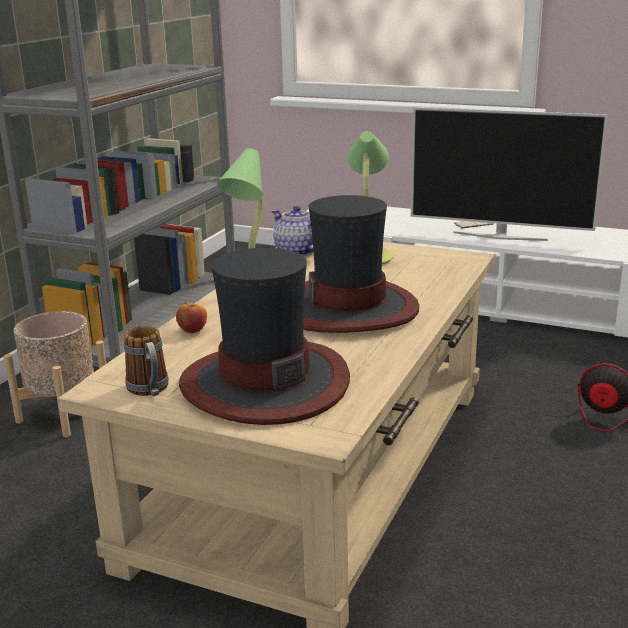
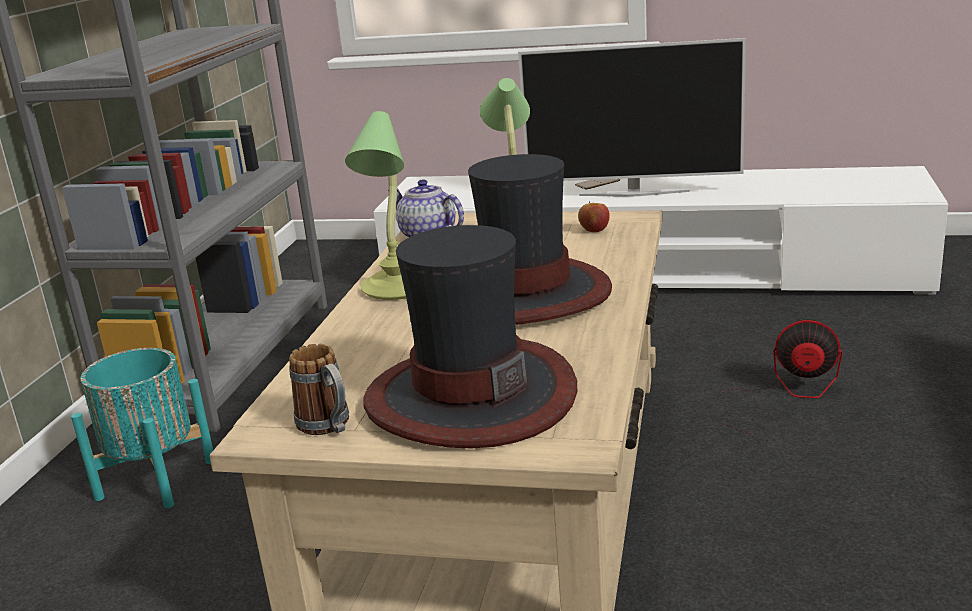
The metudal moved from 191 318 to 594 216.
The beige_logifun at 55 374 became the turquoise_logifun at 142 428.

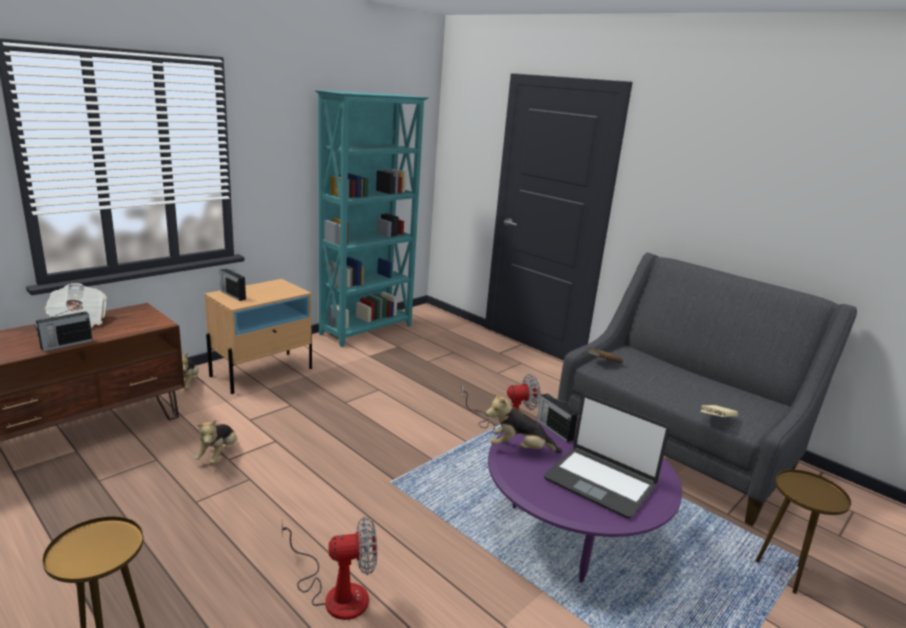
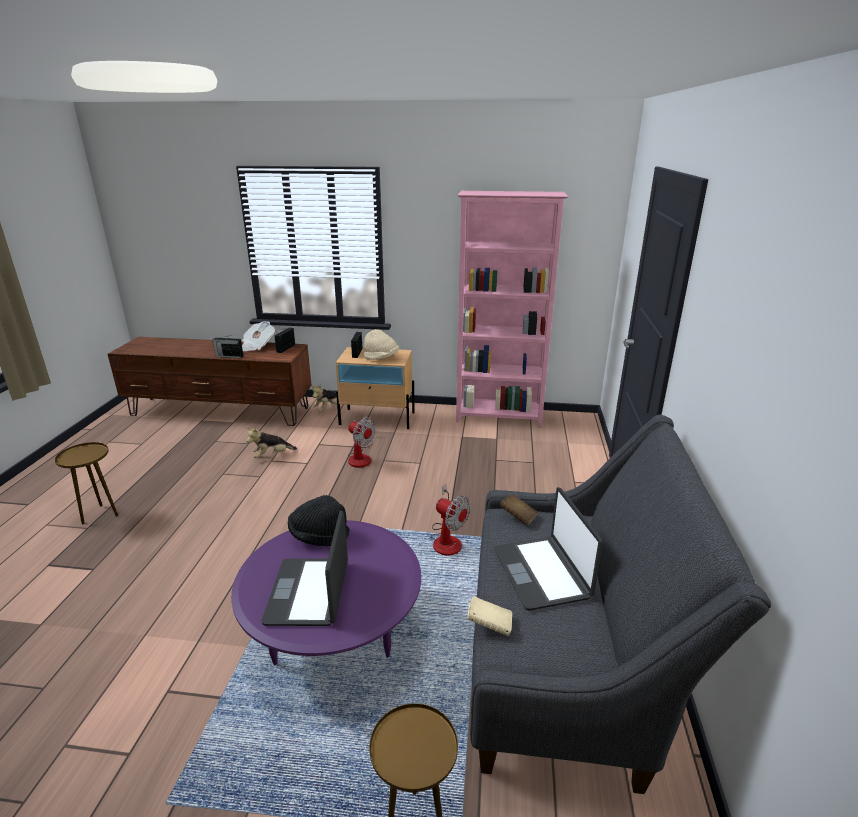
The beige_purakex at 381 344 appeared.
The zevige at 548 549 appeared.
The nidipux moved from 329 568 to 362 442.
The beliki moved from 557 417 to 284 340.
The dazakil at 524 422 was replaced by the black_purakex at 319 520.
The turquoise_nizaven at 372 218 became the pink_nizaven at 512 309.

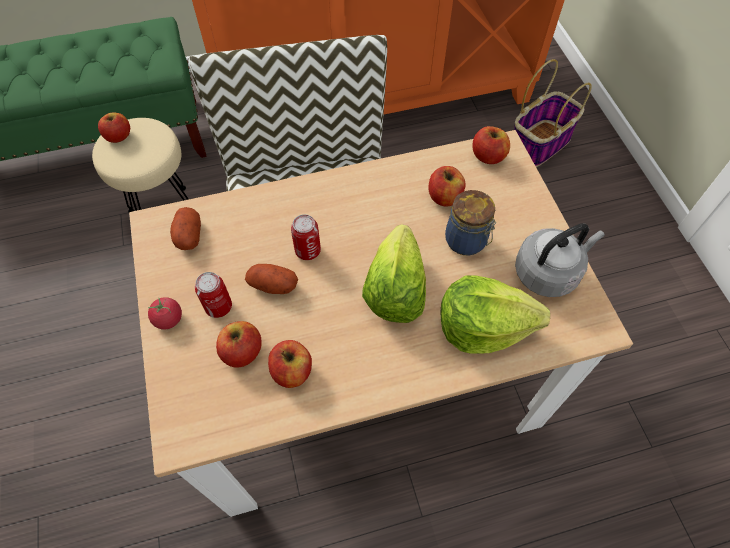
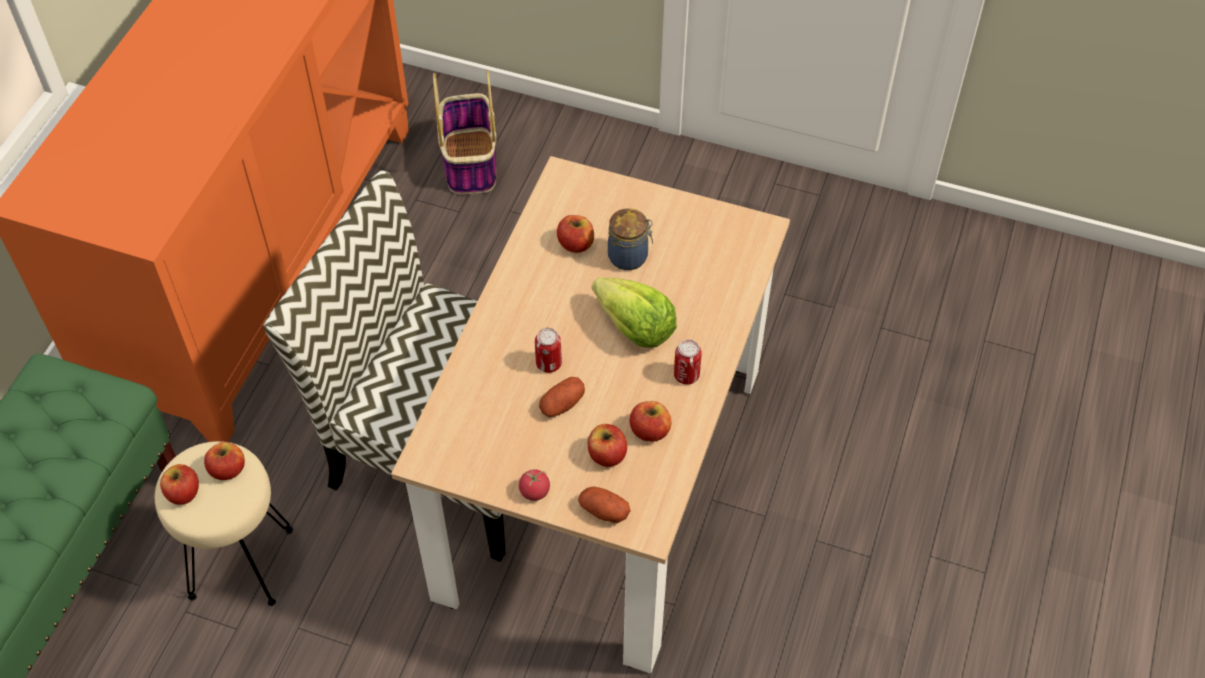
The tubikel at 495 314 disappeared.
The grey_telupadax at 560 260 disappeared.
The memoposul moved from 185 228 to 604 504.
The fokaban moved from 213 295 to 688 362.
The metudal moved from 491 145 to 224 461.

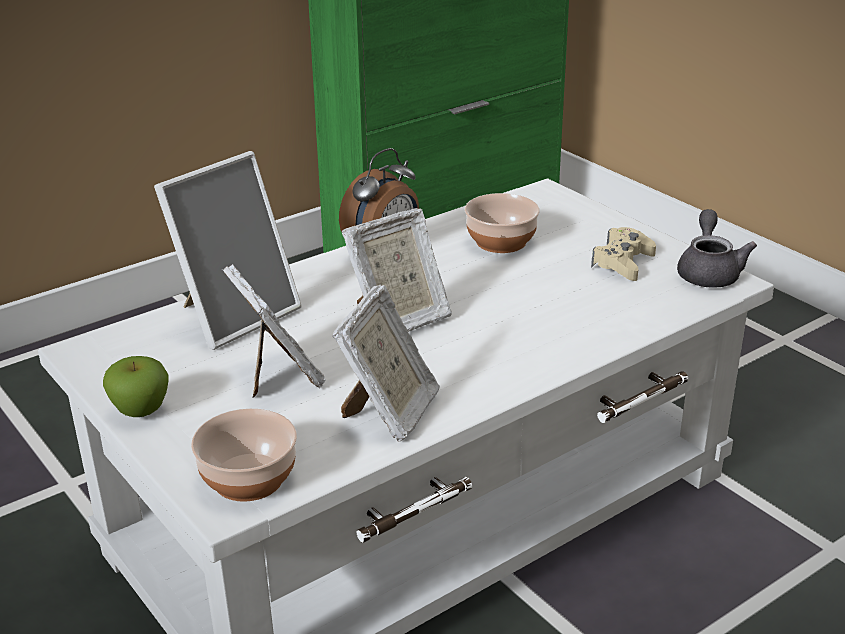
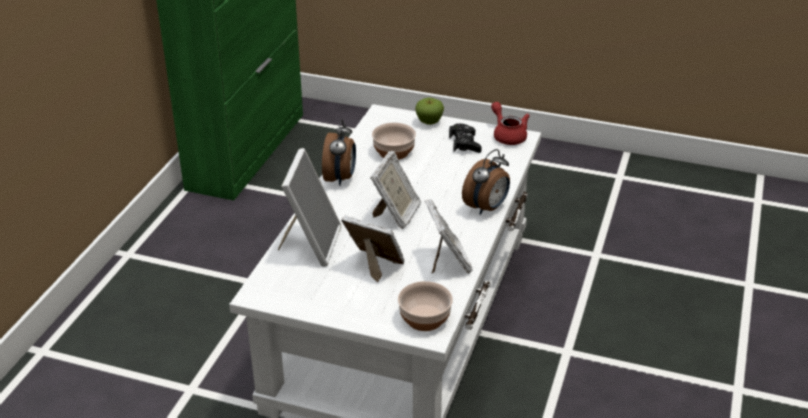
The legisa at 486 182 appeared.
The metudal moved from 136 386 to 429 111.
The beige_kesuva at 623 254 became the black_kesuva at 465 138.
The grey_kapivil at 717 248 became the red_kapivil at 510 123.

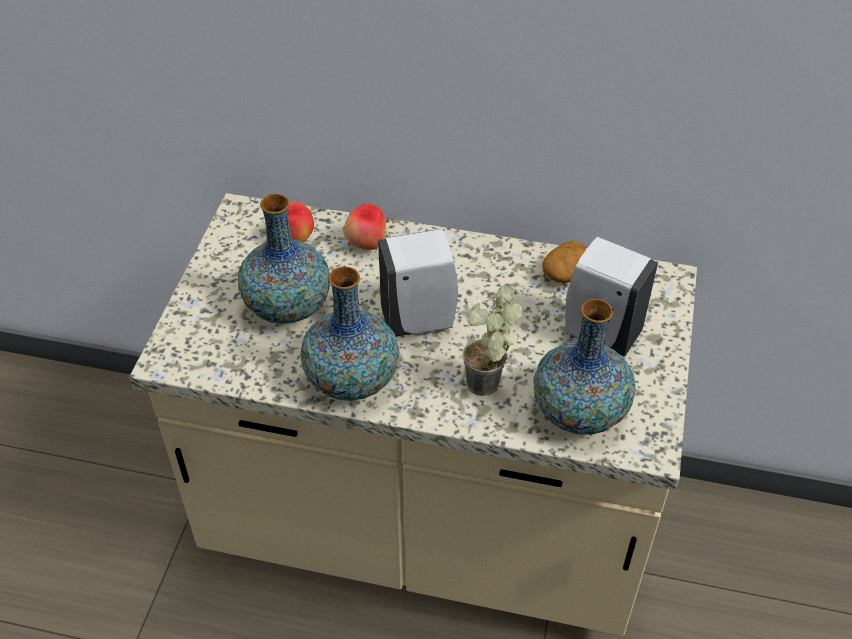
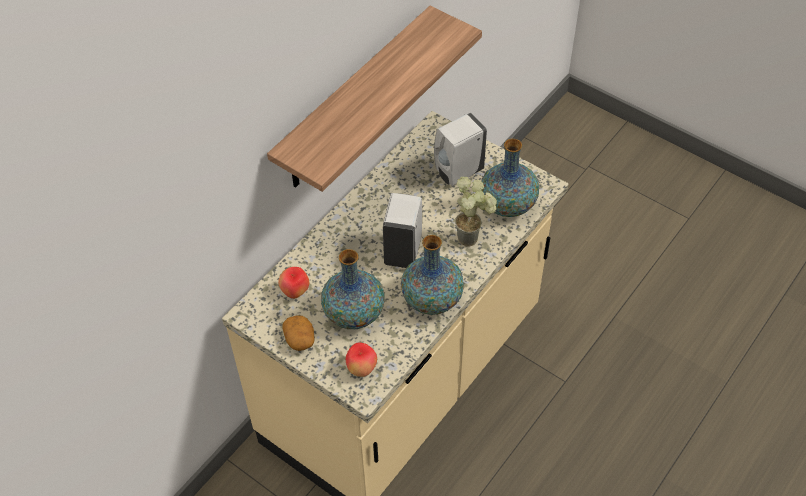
The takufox at 374 99 appeared.
The metudal moved from 365 227 to 361 359.
The memoposul moved from 564 262 to 299 333.

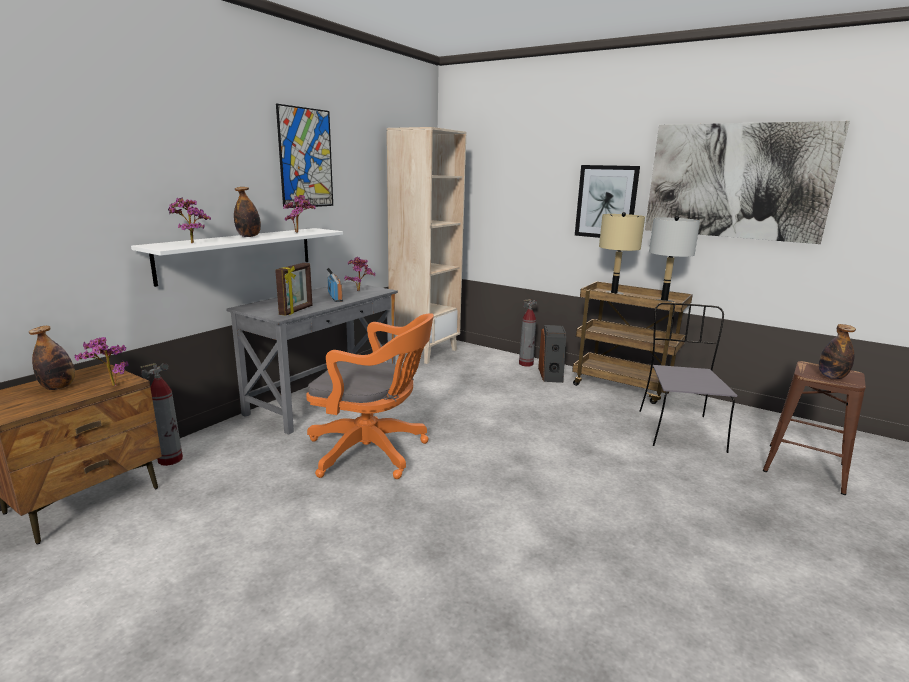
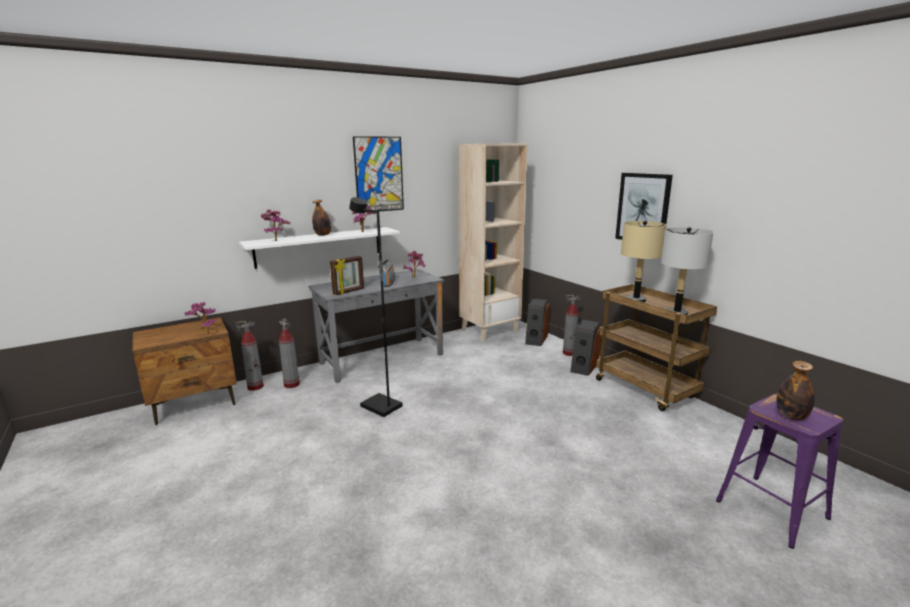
The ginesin at 52 358 disappeared.
The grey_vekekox at 688 378 disappeared.
The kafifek at 747 182 disappeared.
The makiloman at 289 353 appeared.
The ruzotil at 537 322 appeared.
The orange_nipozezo at 370 396 was replaced by the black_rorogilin at 376 307.
The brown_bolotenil at 814 428 became the purple_bolotenil at 779 471.

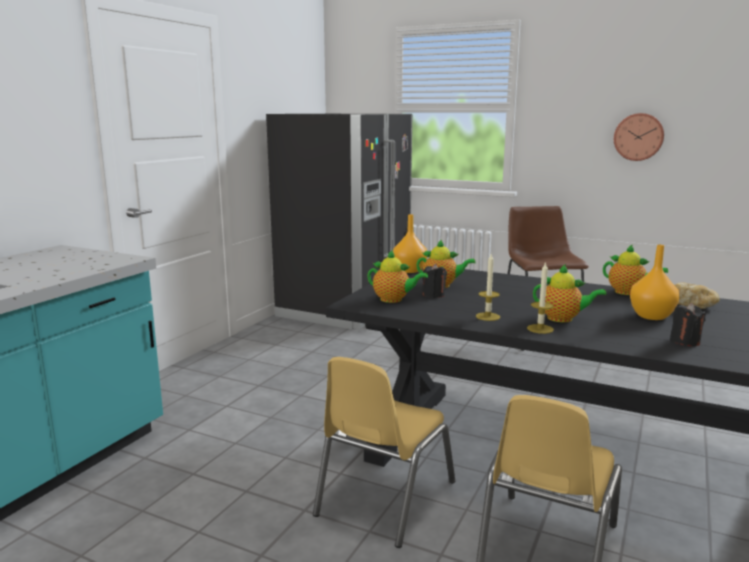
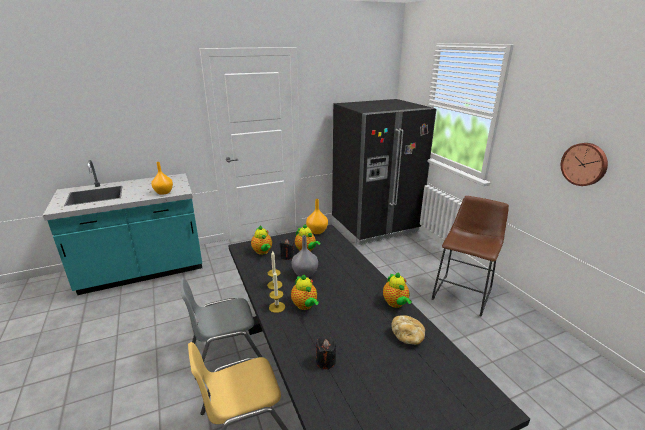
The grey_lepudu at 305 256 appeared.
The orange_lepudu moved from 654 282 to 162 178.
The yellow_vekekox at 384 452 became the grey_vekekox at 221 320.

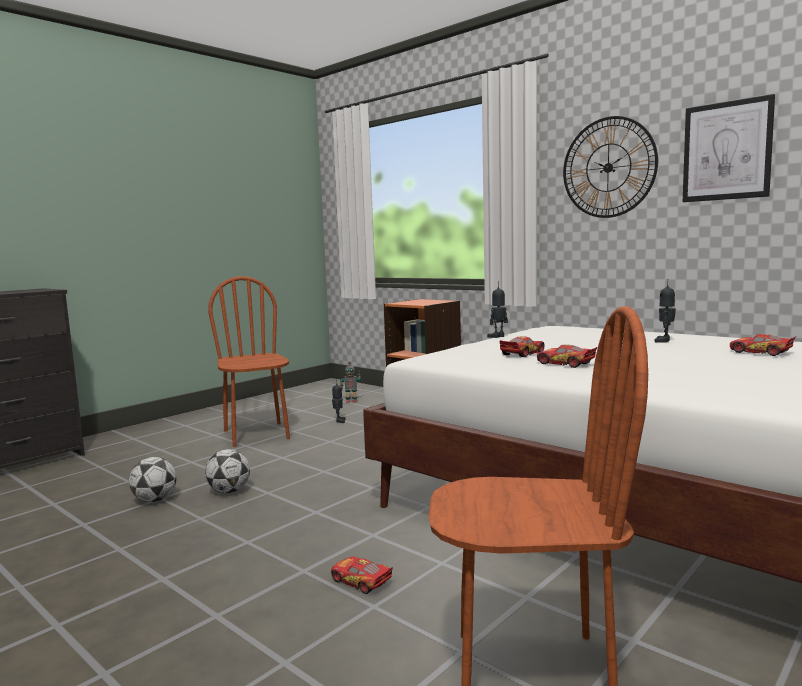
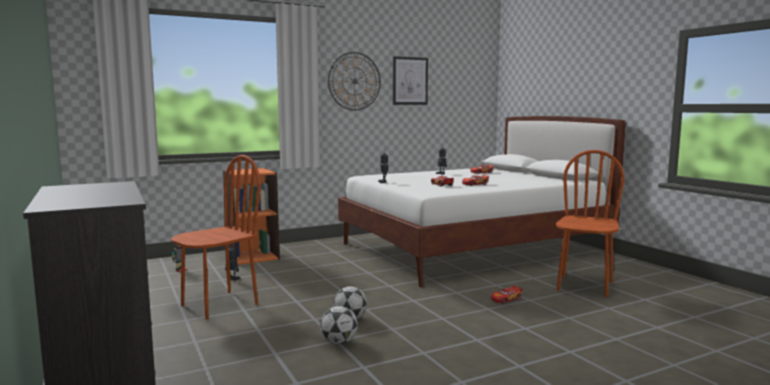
The brown_vekekox at 249 361 turned 135 degrees clockwise.

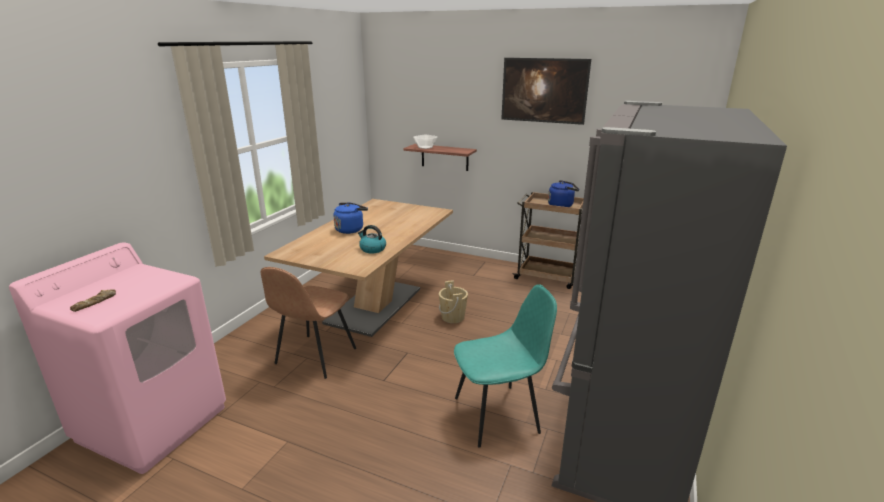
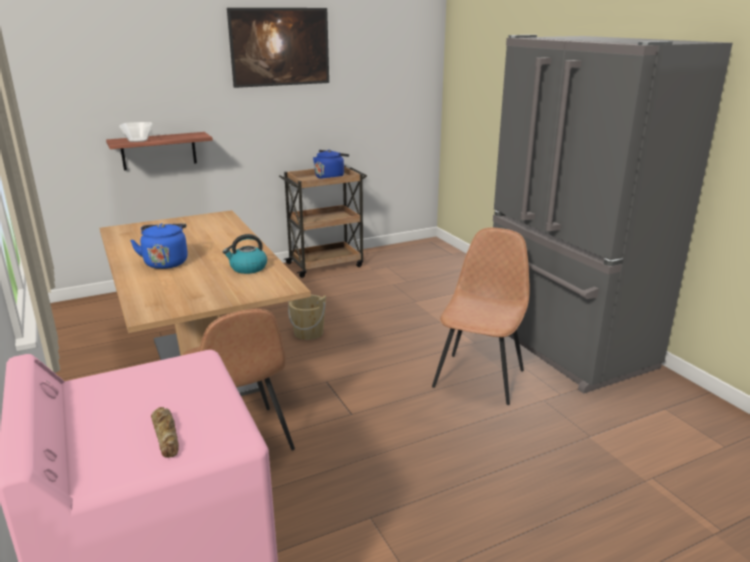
The turquoise_vekekox at 505 366 became the brown_vekekox at 481 316.

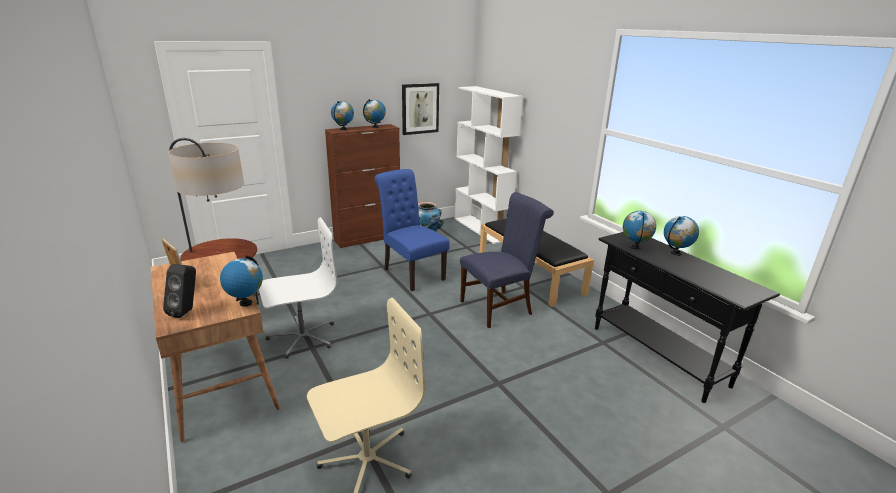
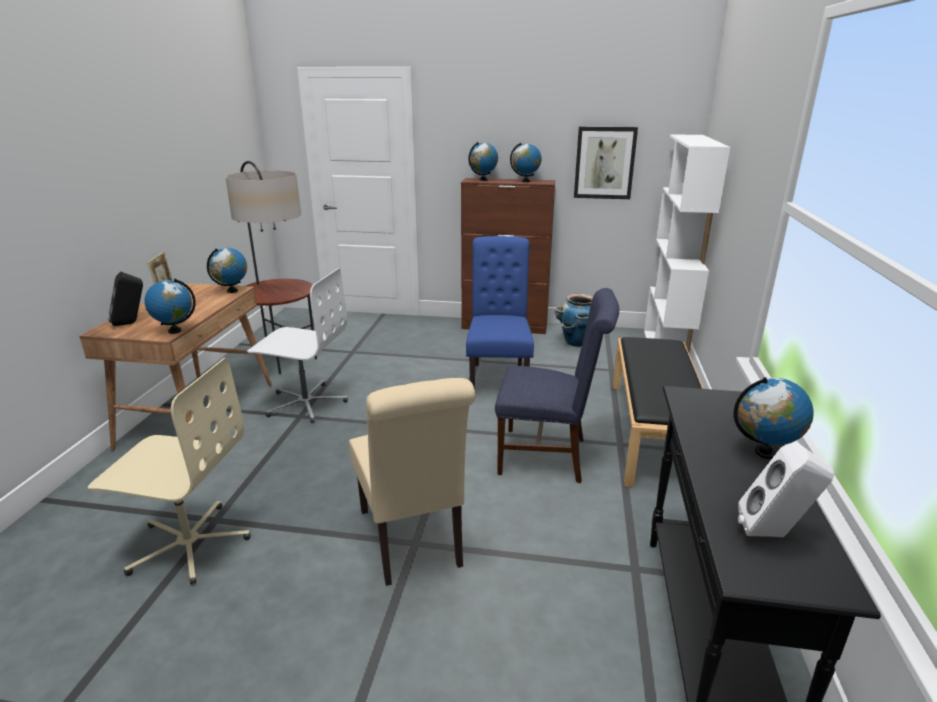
The beige_vekekox at 412 482 appeared.
The white_ruzotil at 786 489 appeared.
The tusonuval moved from 639 230 to 227 270.

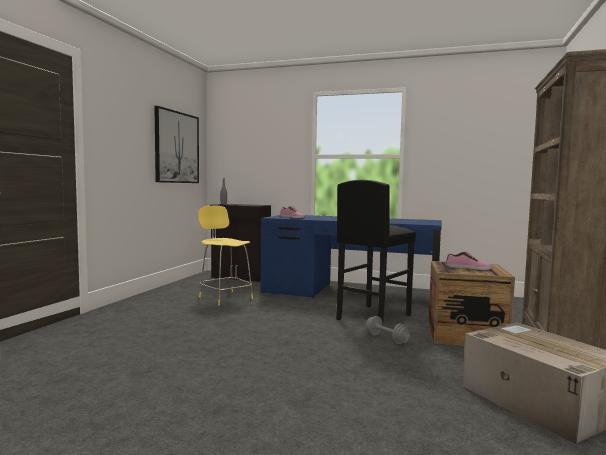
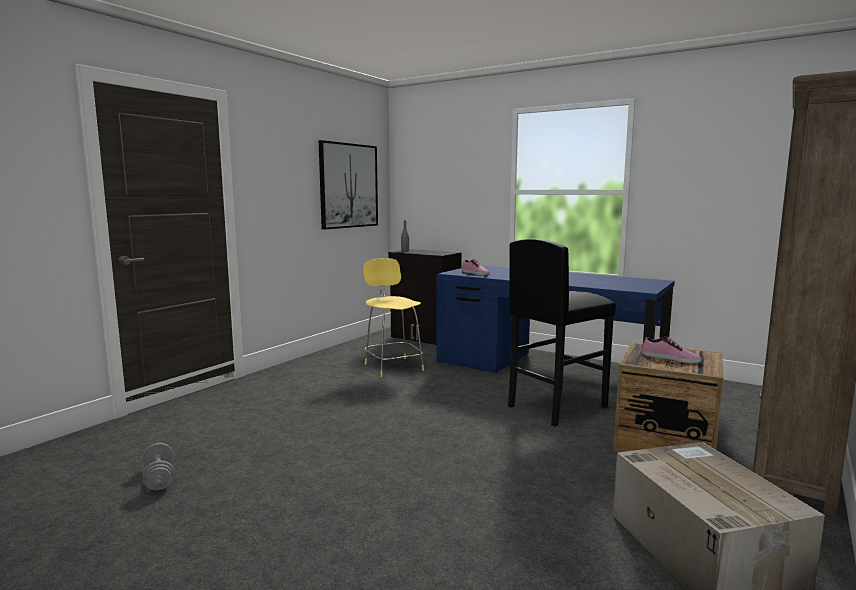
The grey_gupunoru moved from 388 330 to 158 466.

